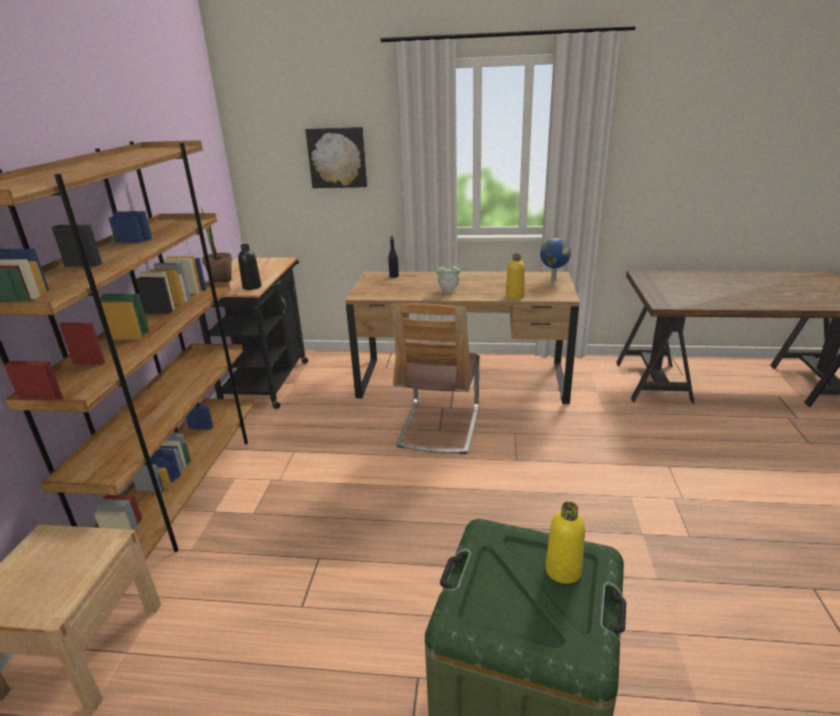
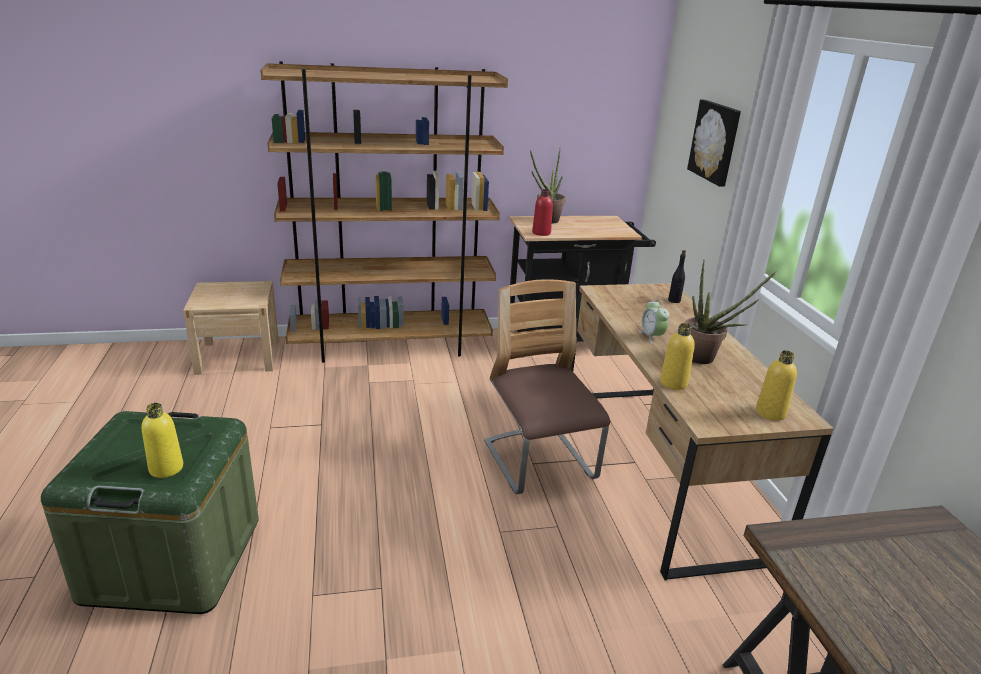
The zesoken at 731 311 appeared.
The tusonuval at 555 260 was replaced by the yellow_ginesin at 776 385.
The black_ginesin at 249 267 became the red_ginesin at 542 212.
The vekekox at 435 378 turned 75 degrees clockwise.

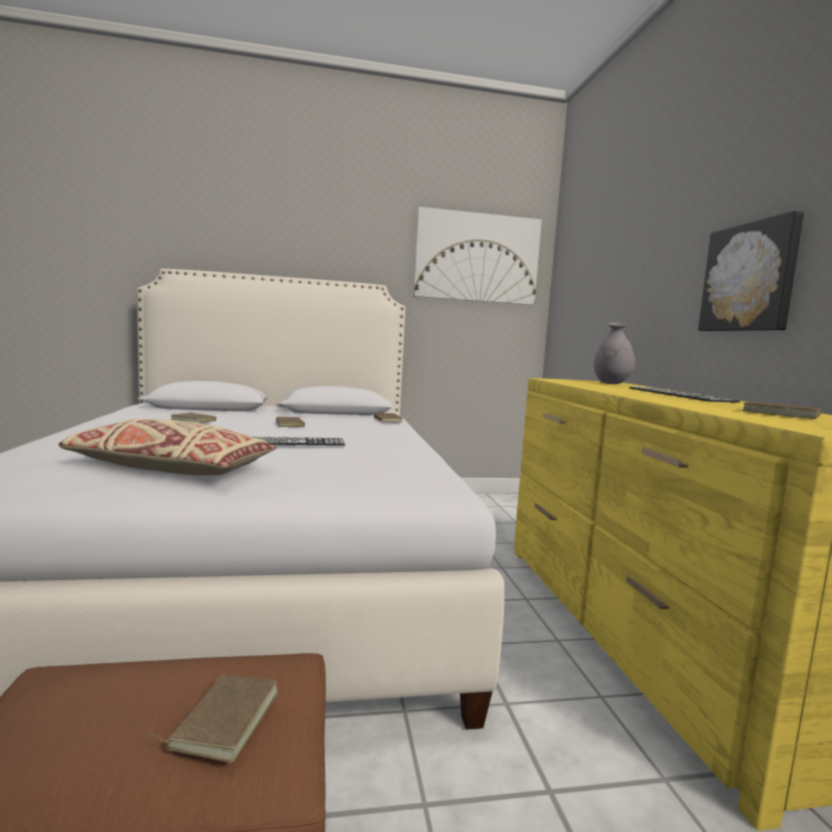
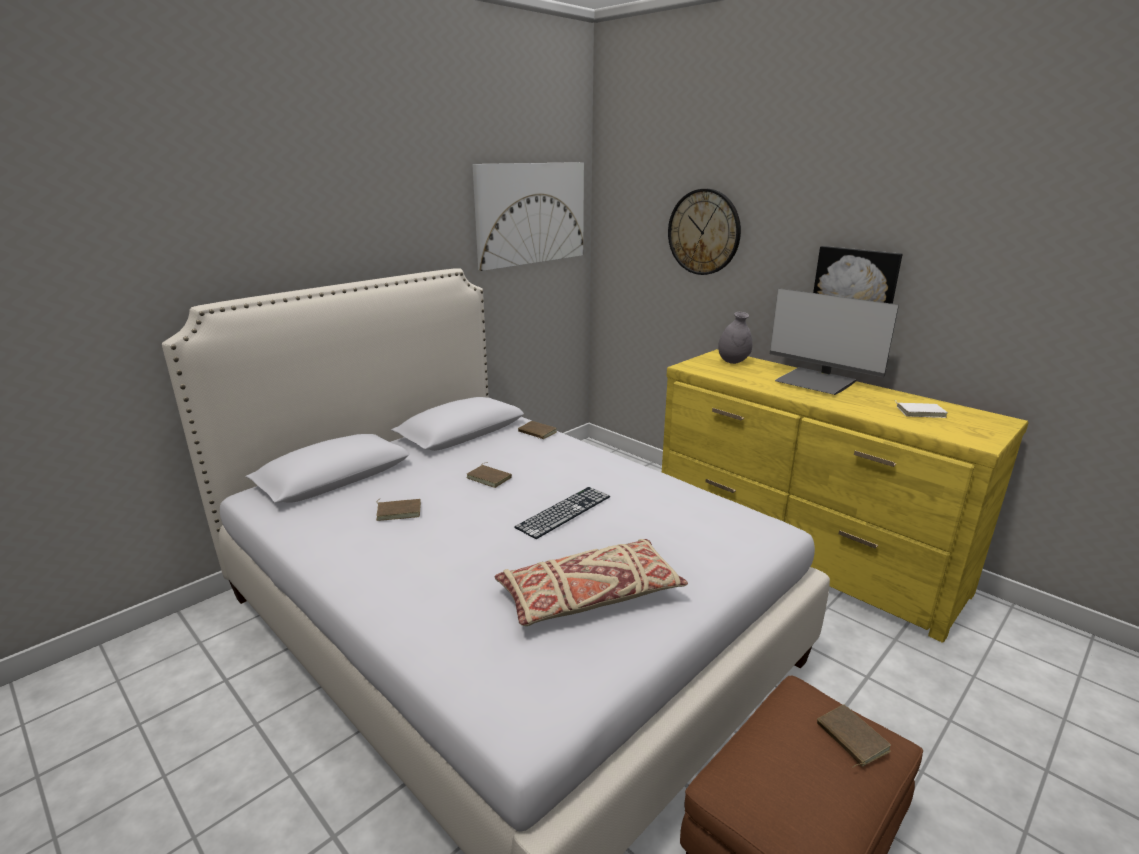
The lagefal at 704 232 appeared.
The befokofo at 684 394 was replaced by the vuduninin at 834 341.
The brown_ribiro at 781 409 became the white_ribiro at 921 409.

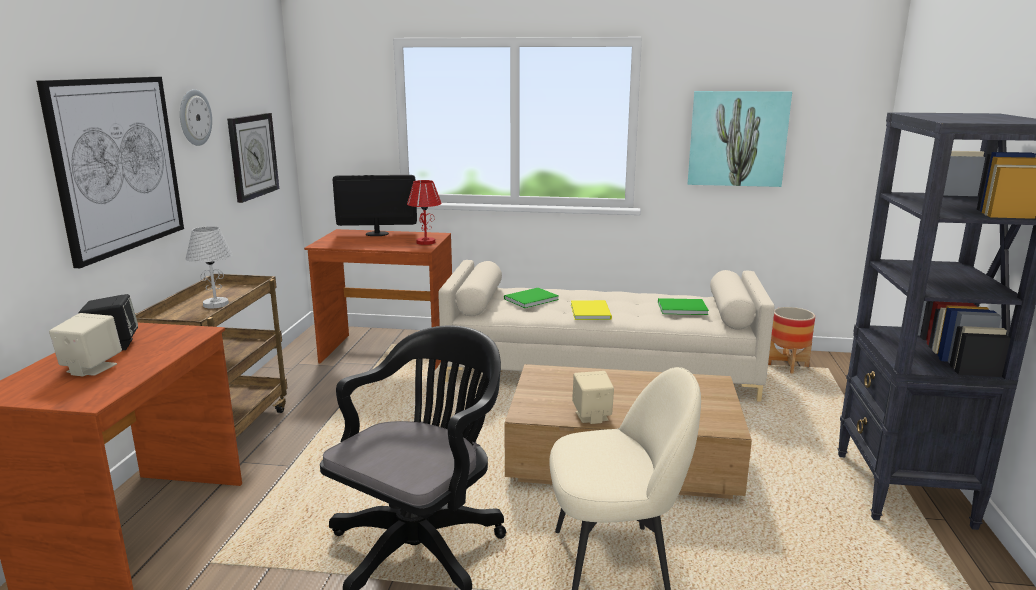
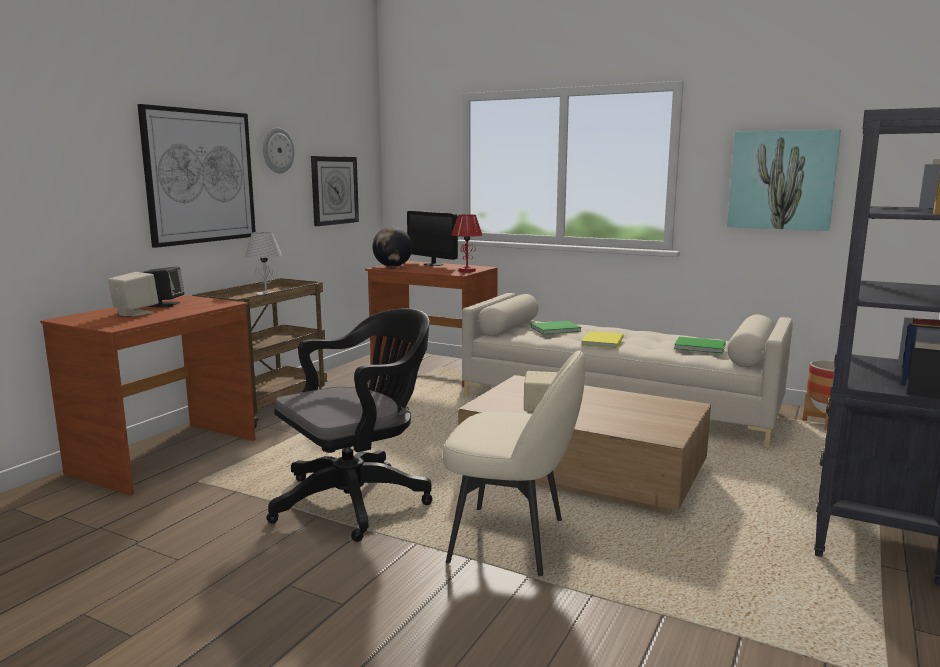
The tusonuval at 392 247 appeared.
The vuduninin at 375 205 turned 150 degrees counterclockwise.

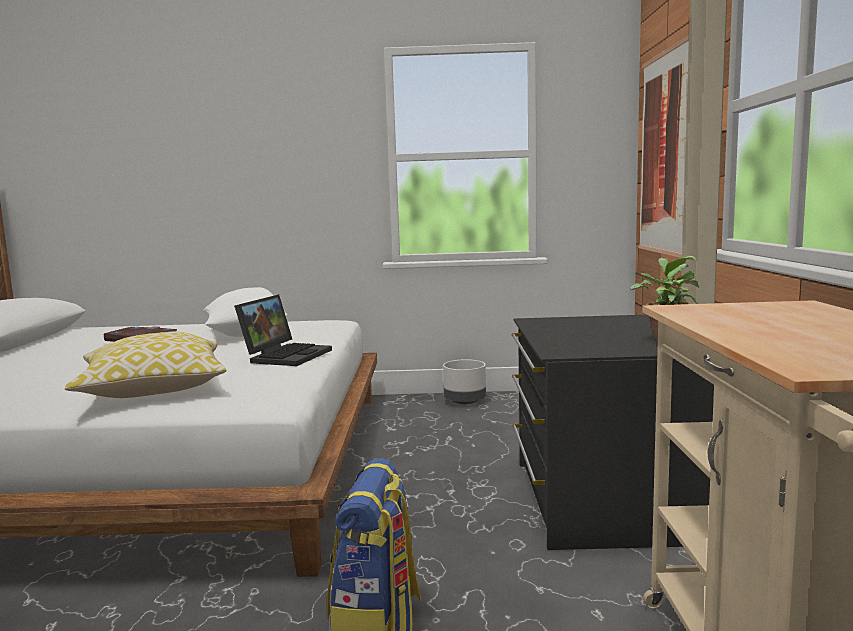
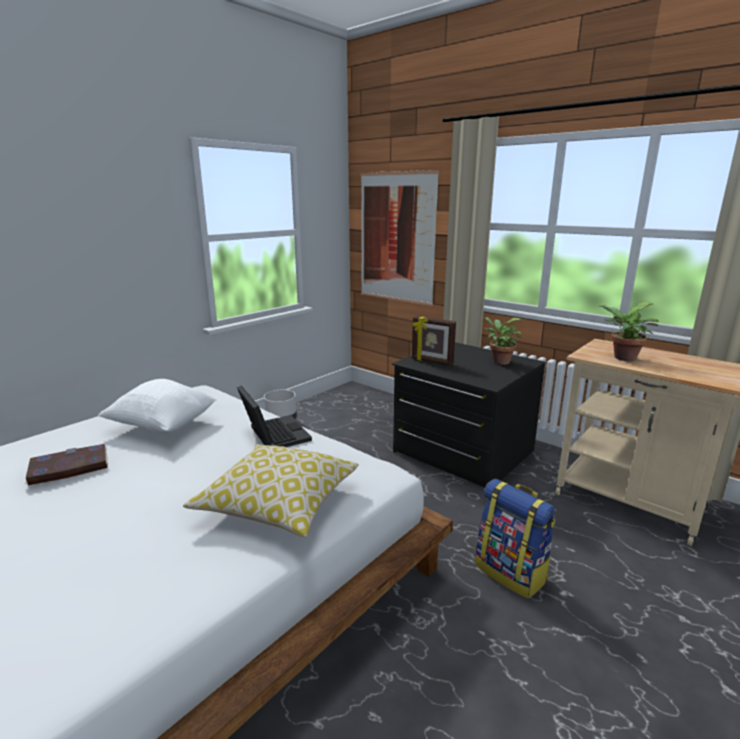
The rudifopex at 434 340 appeared.
The zesoken at 630 331 appeared.

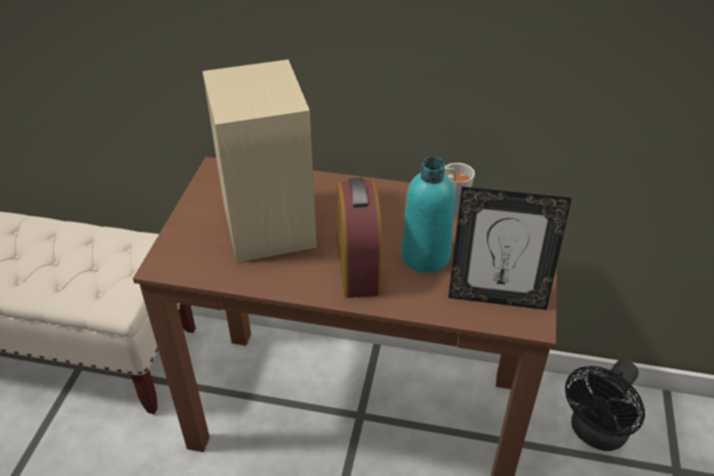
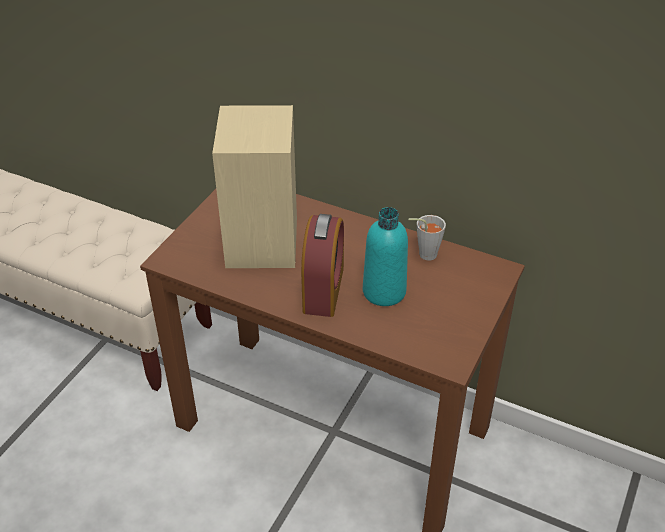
The rudifopex at 510 248 disappeared.
The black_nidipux at 605 405 disappeared.

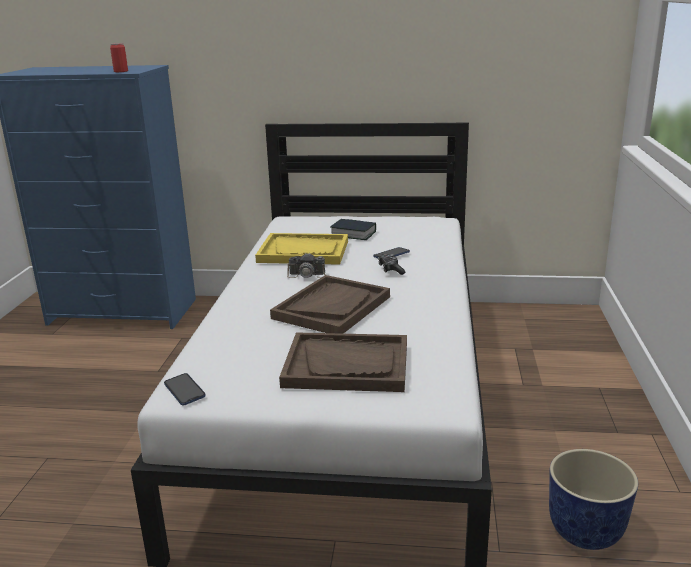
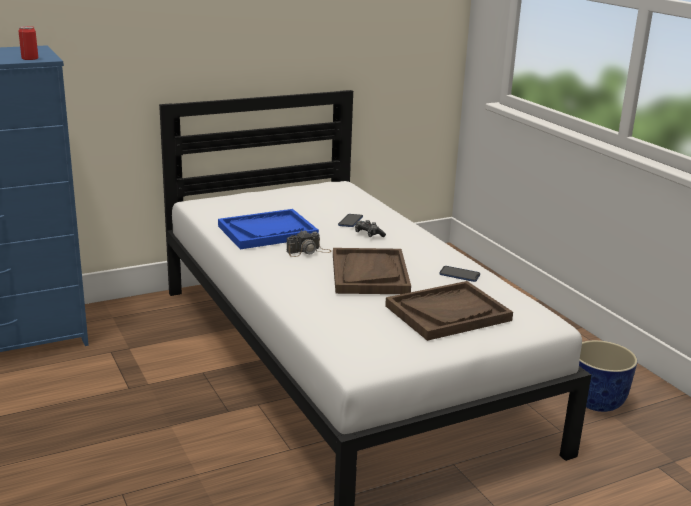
The ribiro at 353 229 disappeared.
The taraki moved from 185 389 to 459 274.
The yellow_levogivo at 301 249 became the blue_levogivo at 268 229.

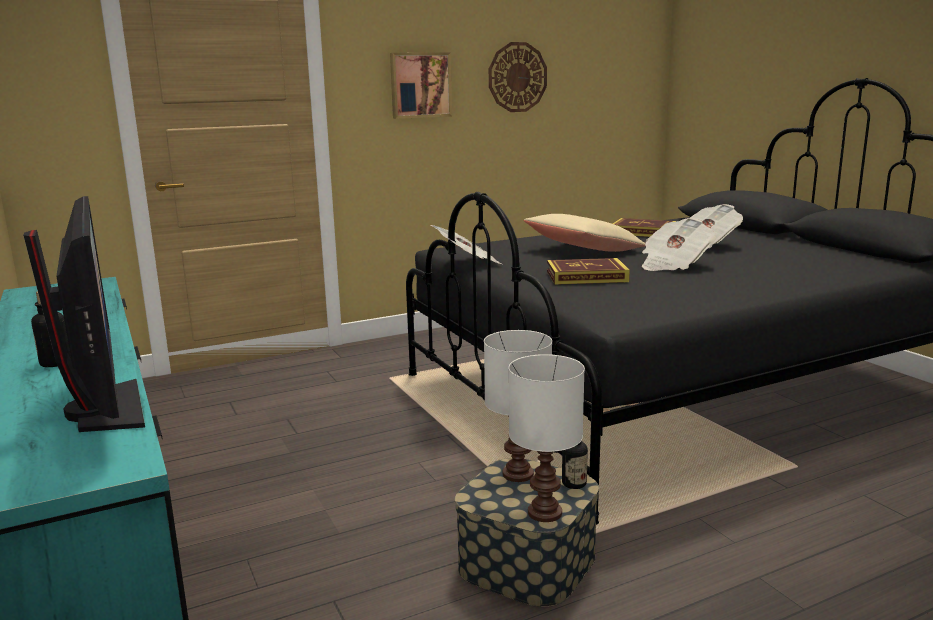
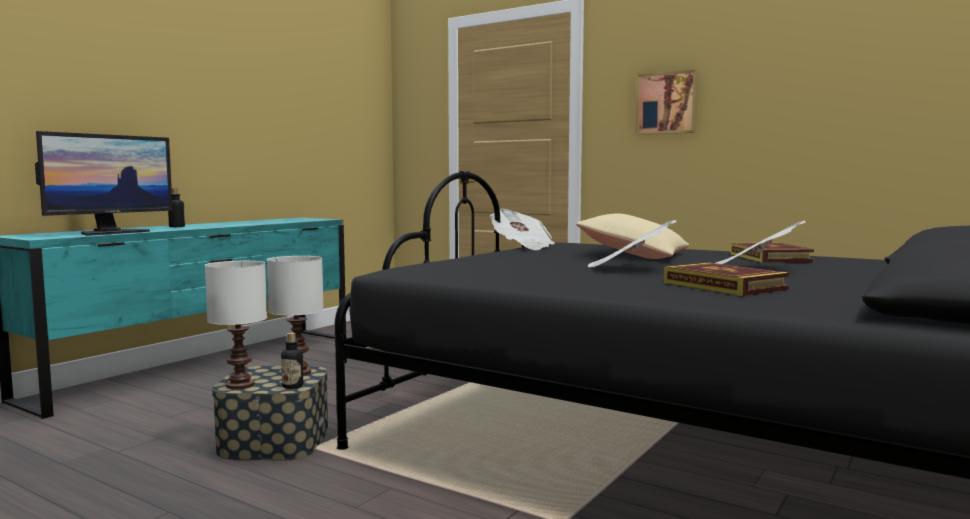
The lagefal at 518 77 disappeared.
The ribiro moved from 588 271 to 727 279.

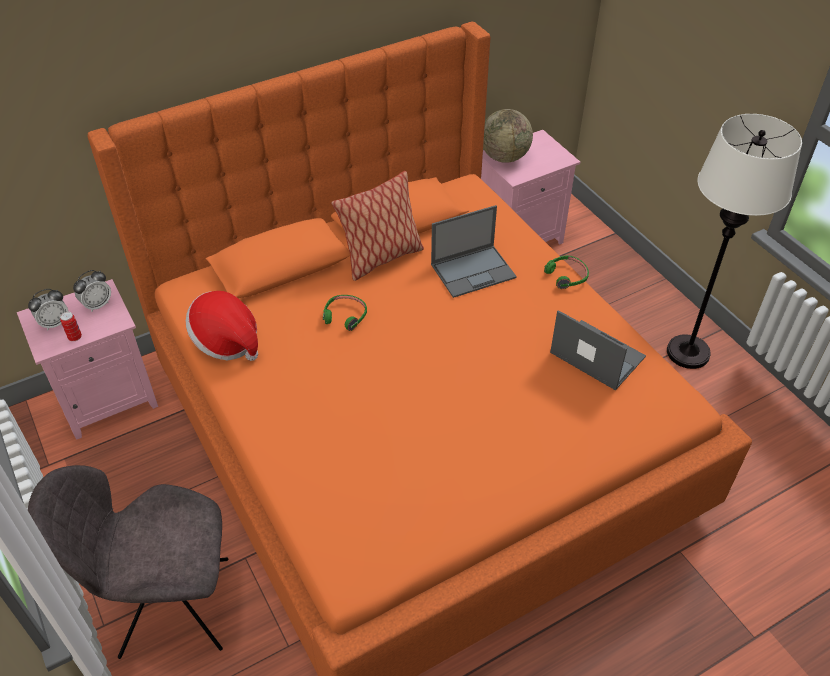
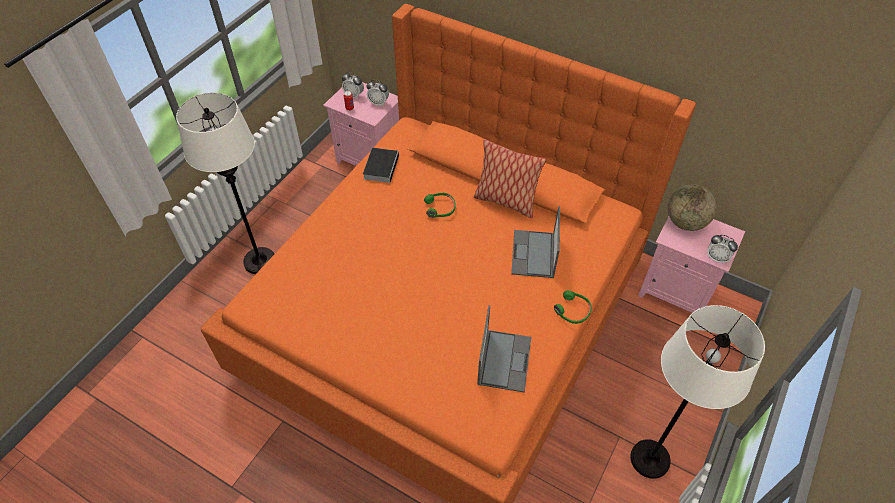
The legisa at 722 249 appeared.
The grey_vekekox at 128 562 was replaced by the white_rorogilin at 225 183.
The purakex at 222 326 was replaced by the ribiro at 381 165.
The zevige at 474 251 turned 60 degrees clockwise.

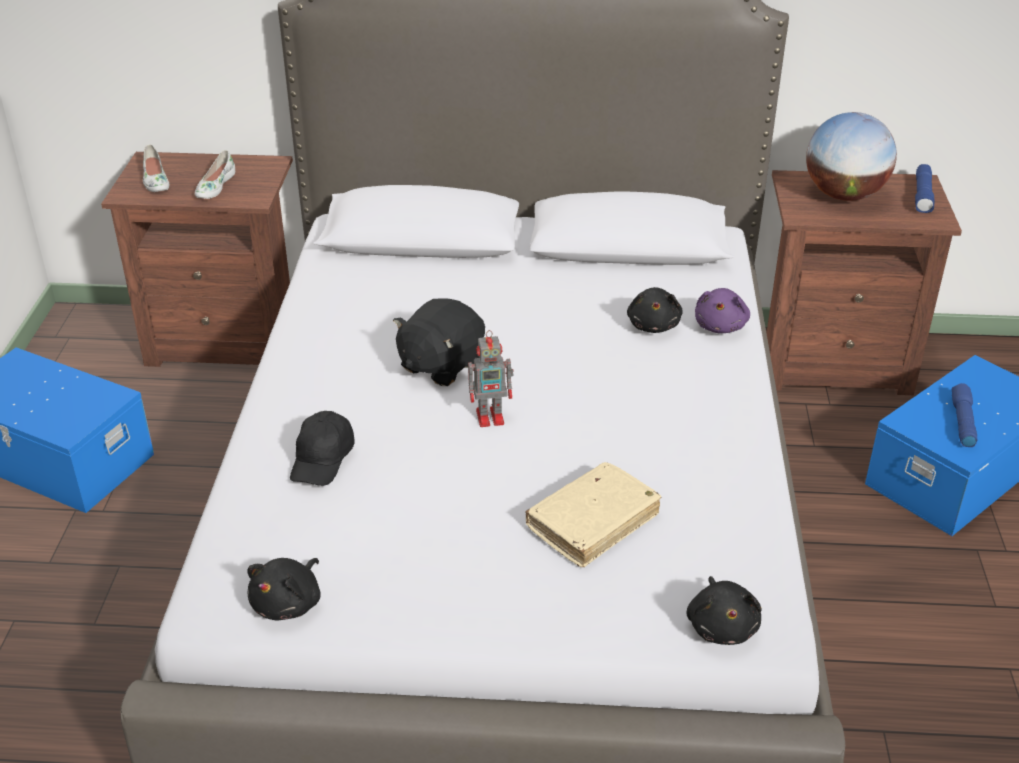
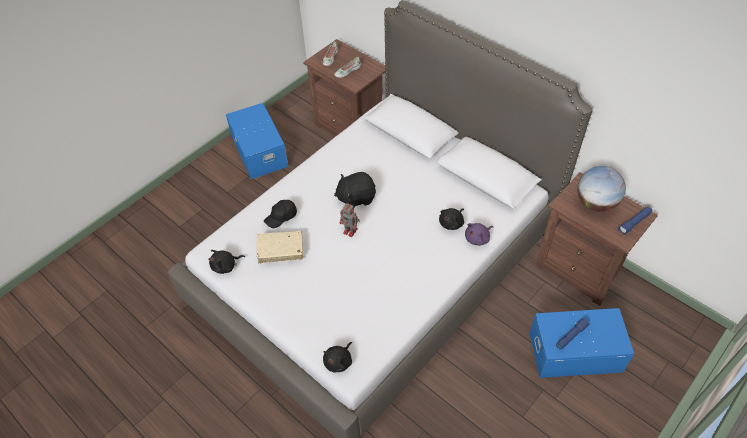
The beige_ribiro moved from 593 514 to 280 247.

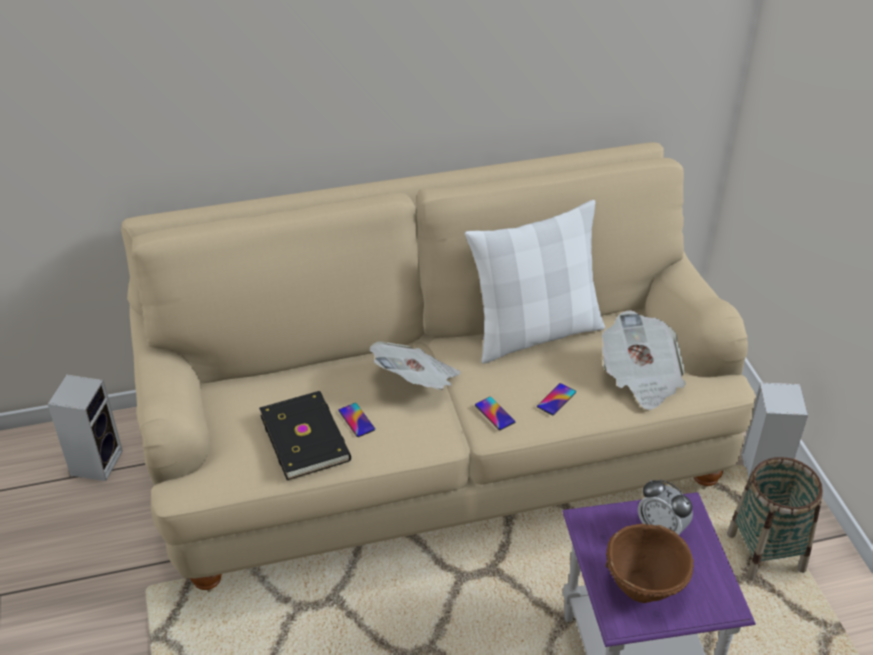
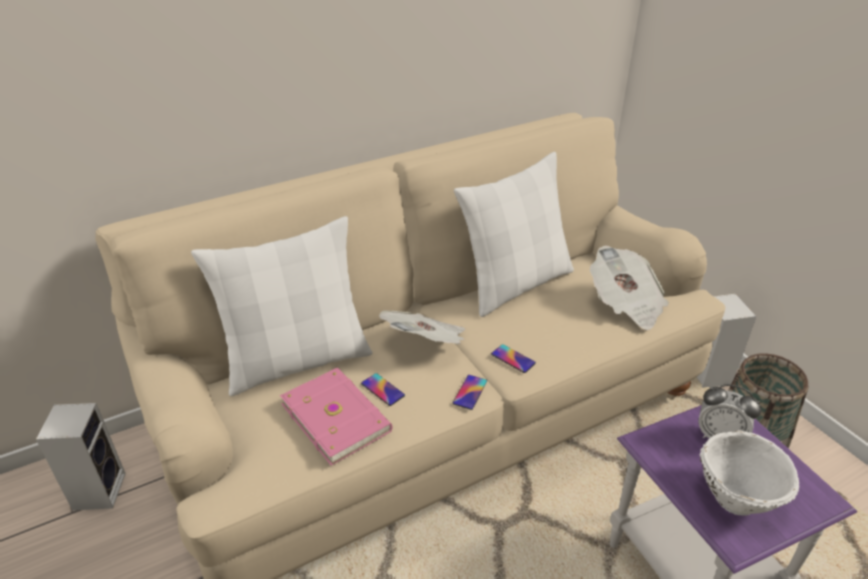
The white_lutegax at 282 306 appeared.
The taraki moved from 556 399 to 470 392.
The black_ribiro at 305 435 became the pink_ribiro at 336 416.
The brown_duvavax at 649 563 became the white_duvavax at 749 473.

